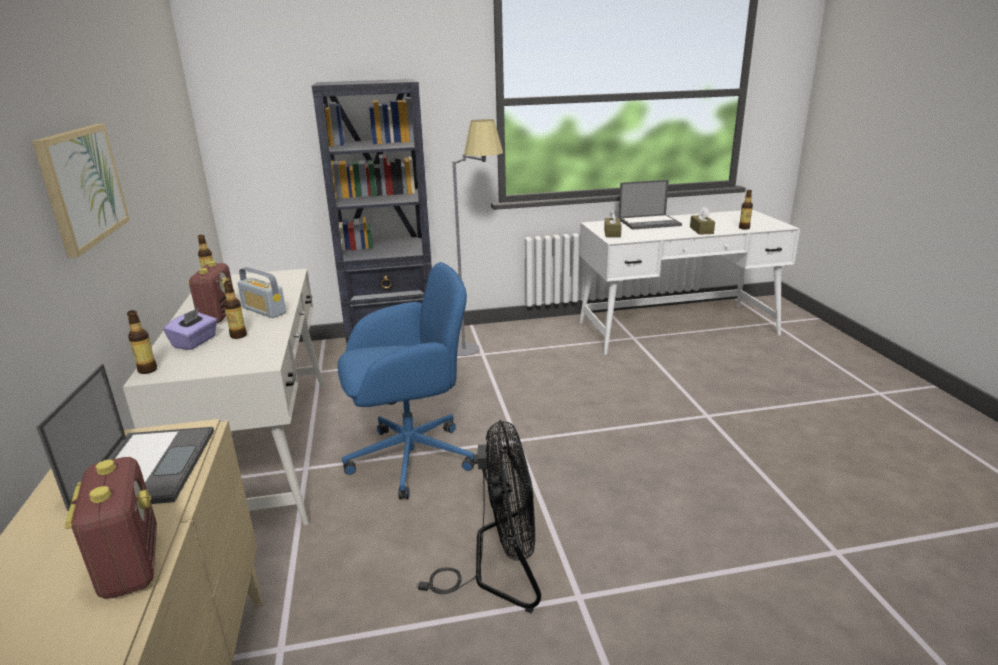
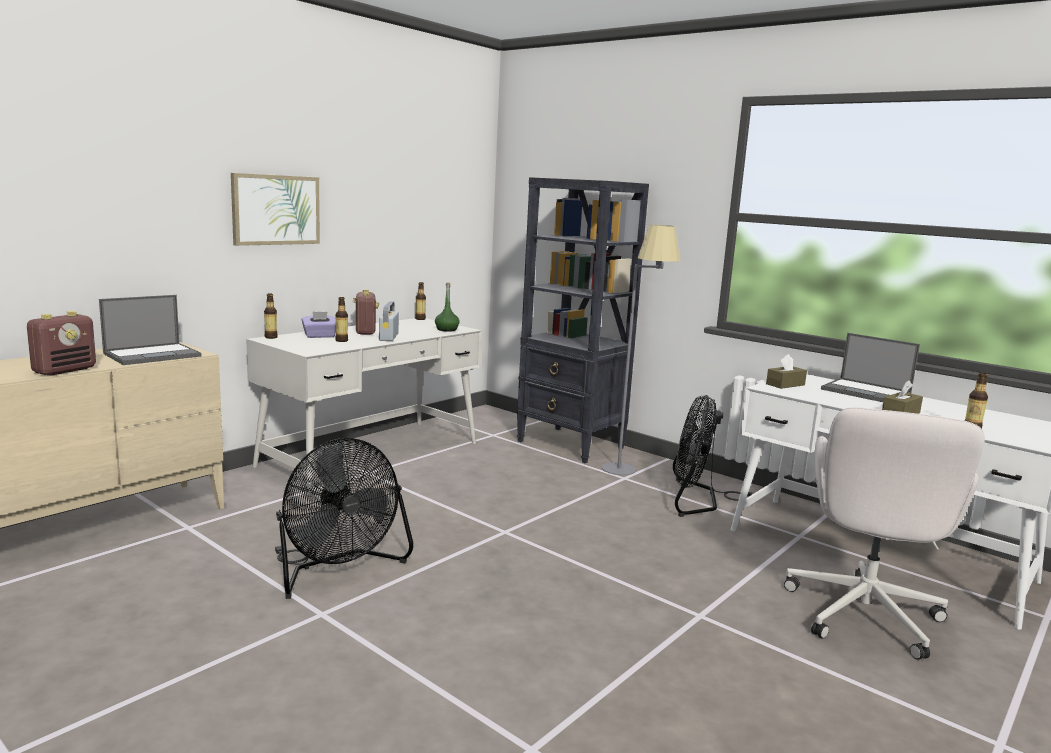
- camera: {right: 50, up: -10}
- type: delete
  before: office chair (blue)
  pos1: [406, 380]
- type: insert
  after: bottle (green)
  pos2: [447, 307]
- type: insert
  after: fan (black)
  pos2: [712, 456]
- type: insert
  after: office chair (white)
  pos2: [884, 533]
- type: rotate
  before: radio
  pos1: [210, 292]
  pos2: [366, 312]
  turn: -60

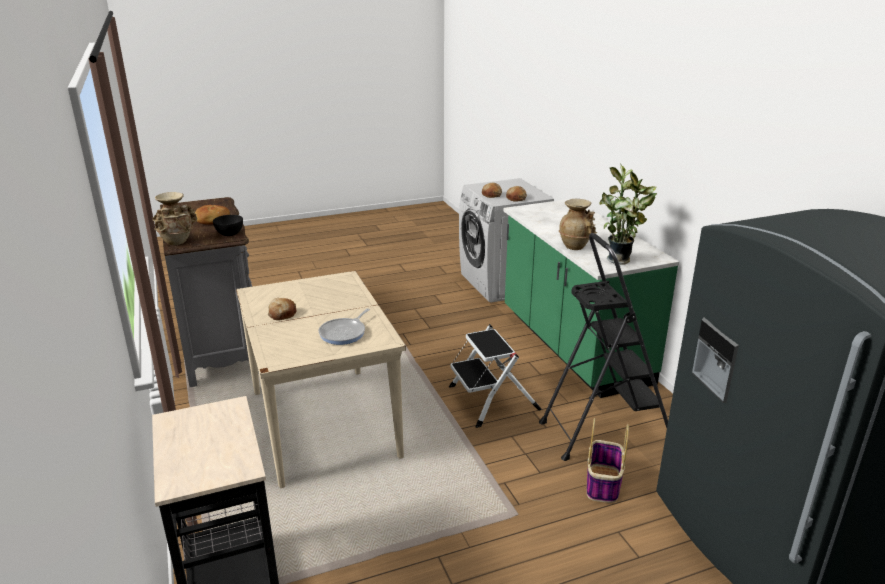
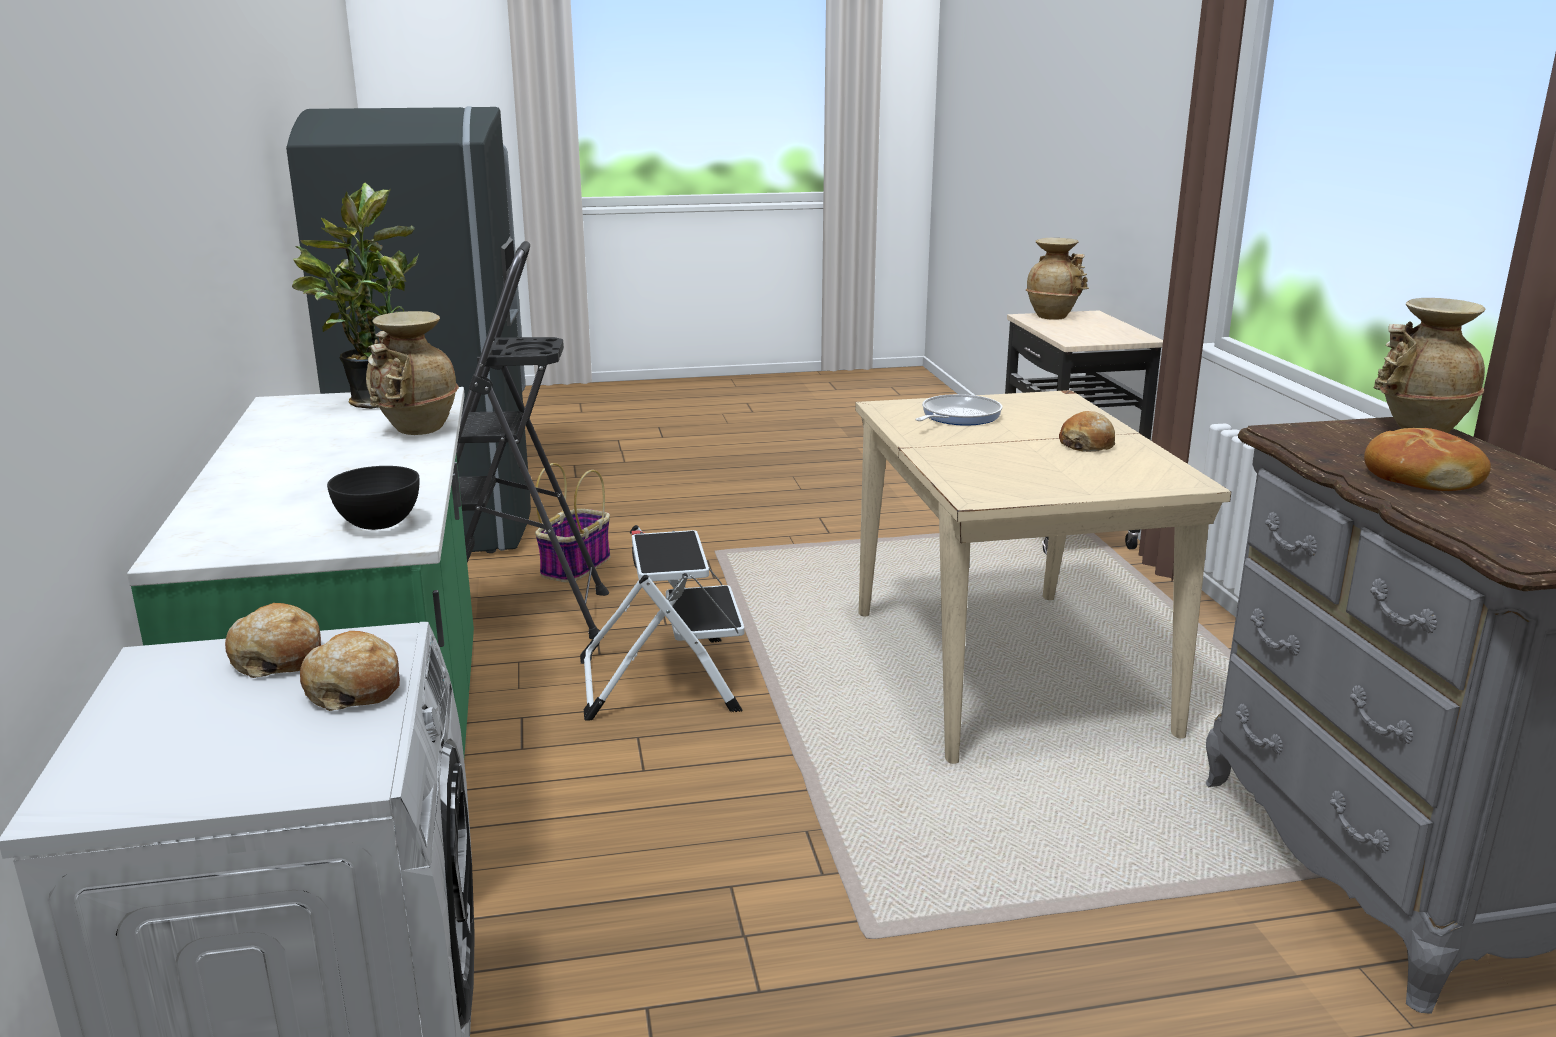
- camera: {right: -170, up: -5}
- type: insert
  after: vase (beige)
  pos2: [1057, 279]
- type: move
  before: bowl (black)
  pos1: [228, 225]
  pos2: [373, 498]

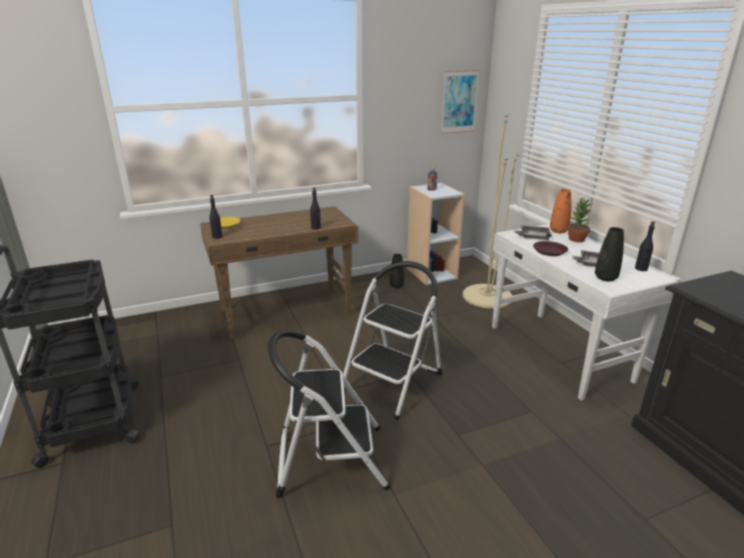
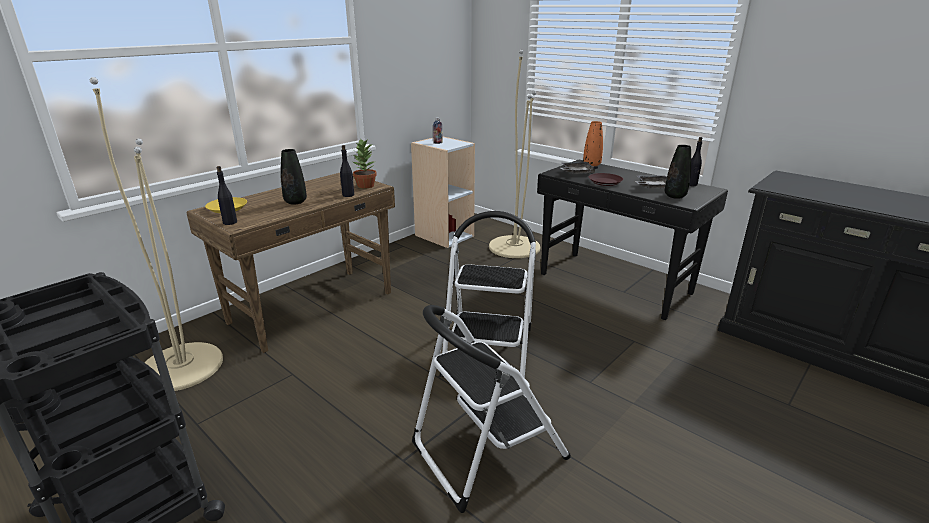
- camera: {right: -25, up: 0}
- type: delete
  before: picture
  pos1: [460, 102]
- type: insert
  after: floor lamp (beige)
  pos2: [156, 234]
- type: move
  before: vase (black)
  pos1: [397, 271]
  pos2: [294, 177]
- type: move
  before: potted plant
  pos1: [580, 219]
  pos2: [365, 164]
- type: recolor
  before: console table (white)
  after: console table (black)
  pos1: [585, 312]
  pos2: [632, 240]

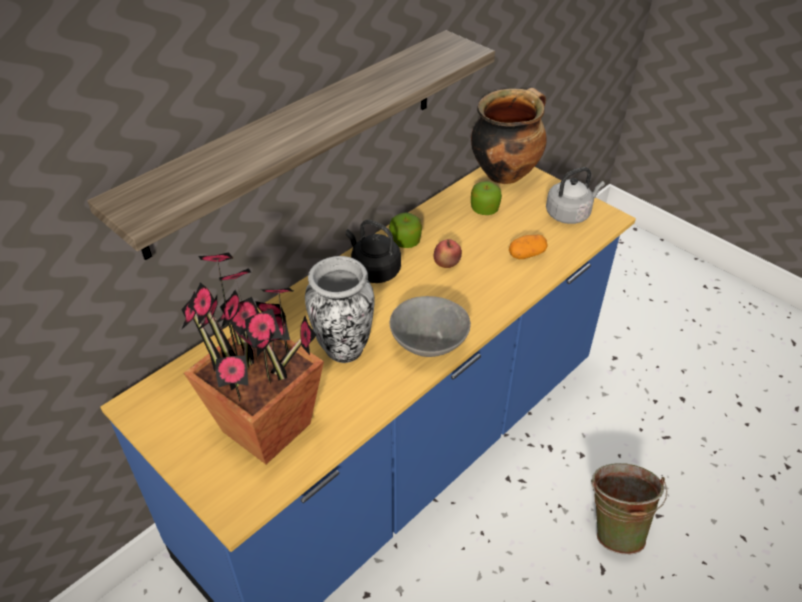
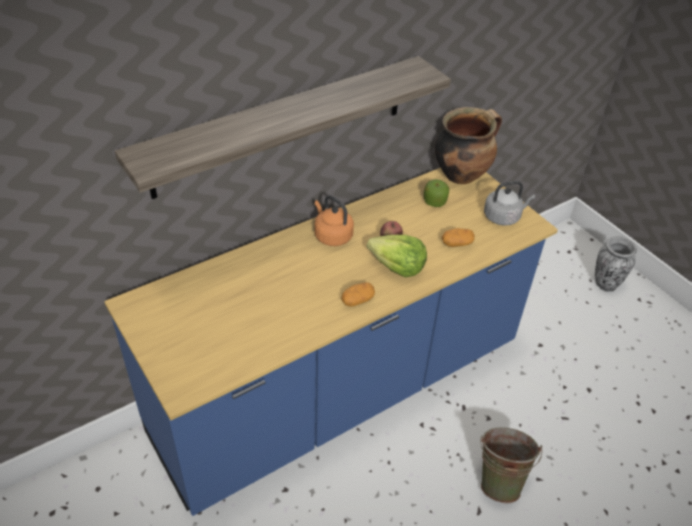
- camera: {right: 10, up: 0}
- type: delete
  before: potted plant
  pos1: [252, 358]
- type: delete
  before: apple
  pos1: [405, 230]
- type: insert
  after: lettuce
  pos2: [397, 256]
- type: move
  before: vase
  pos1: [340, 309]
  pos2: [616, 264]
- type: replace
  before: bowl (grey)
  after: potato
  pos1: [430, 326]
  pos2: [358, 294]
- type: recolor
  before: kettle (black)
  after: kettle (orange)
  pos1: [373, 251]
  pos2: [334, 220]

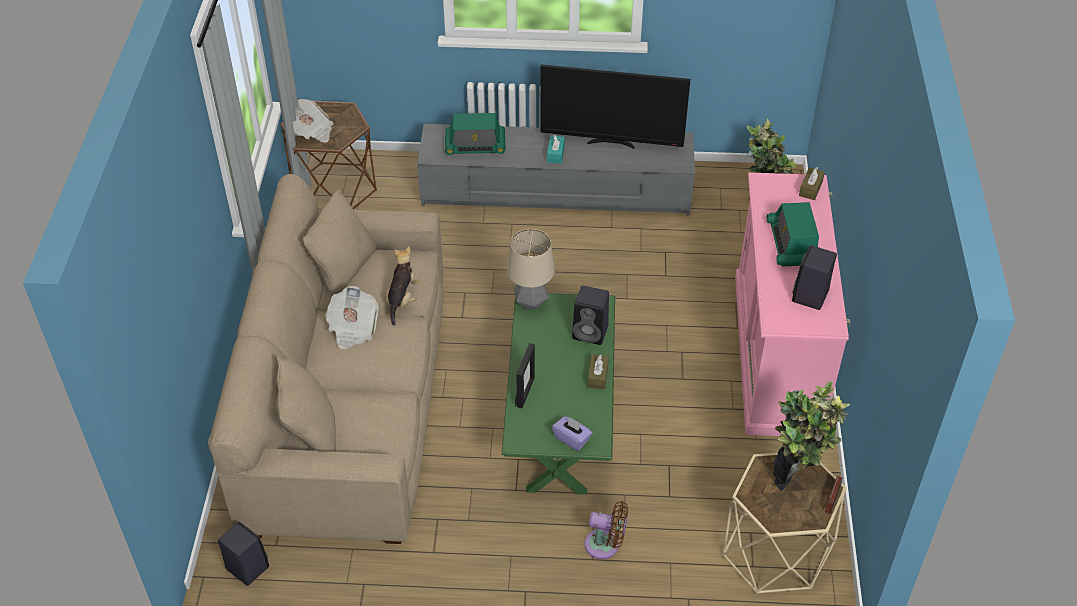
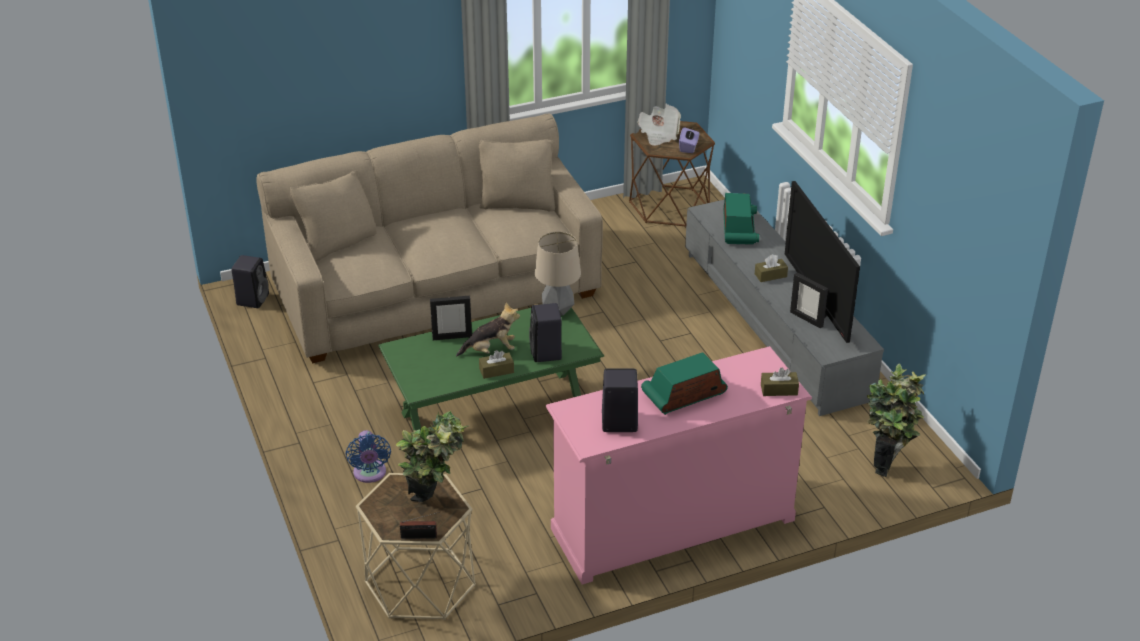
- camera: {right: 65, up: -10}
- type: delete
  before: newspaper
  pos1: [352, 317]
- type: insert
  after: picture frame
  pos2: [809, 301]
- type: move
  before: plush toy
  pos1: [403, 286]
  pos2: [488, 329]
- type: move
  before: tissue box (purple)
  pos1: [572, 433]
  pos2: [689, 140]
- type: recolor
  before: tissue box (turquoise)
  after: tissue box (brown)
  pos1: [556, 149]
  pos2: [771, 268]
- type: recolor
  before: fan (brown)
  after: fan (blue)
  pos1: [606, 530]
  pos2: [368, 456]
- type: rotate
  before: radio
  pos1: [475, 134]
  pos2: [741, 219]
  turn: -150

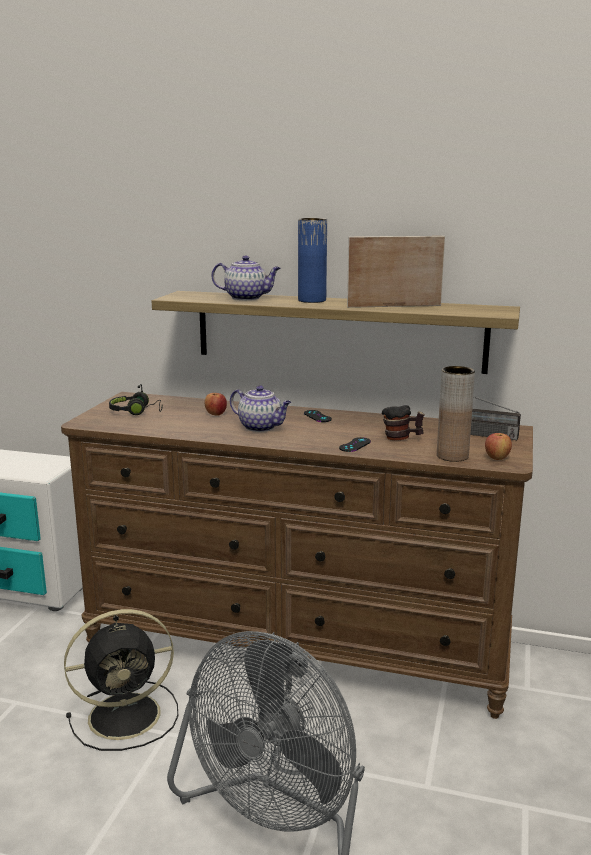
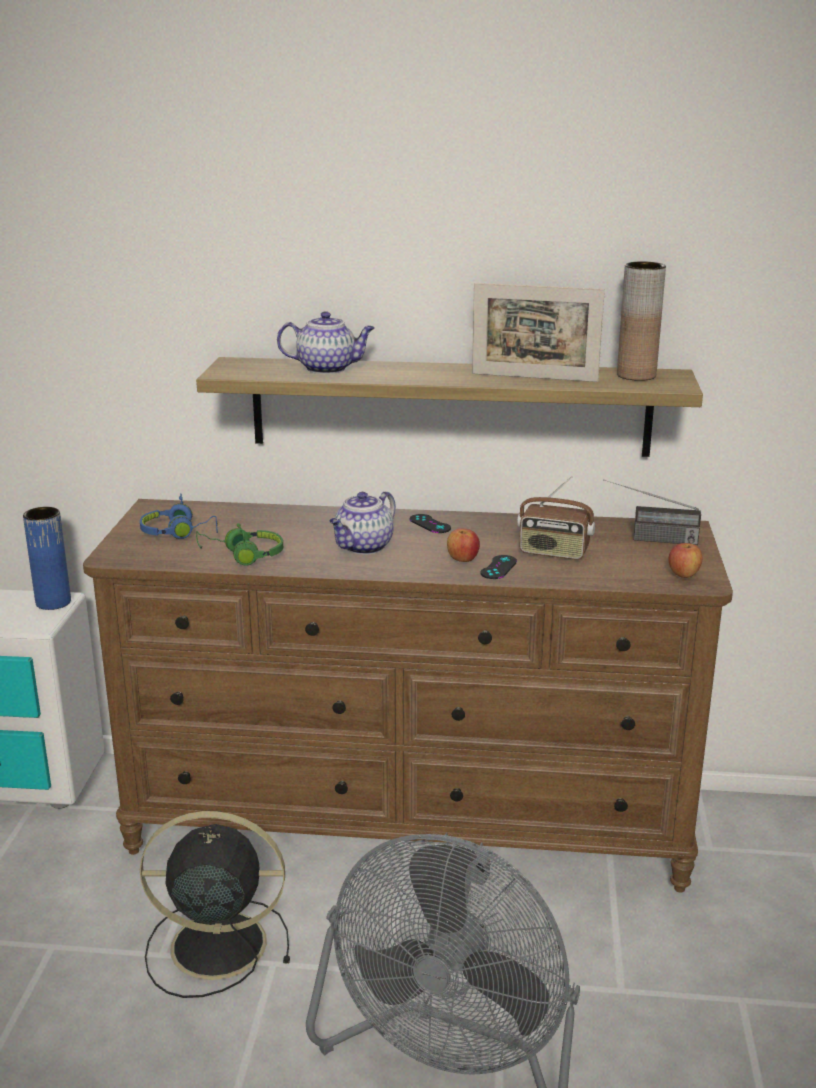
- camera: {right: -10, up: 5}
- type: insert
  after: headphones (green)
  pos2: [239, 544]
- type: move
  before: apple
  pos1: [216, 404]
  pos2: [463, 545]
- type: move
  before: vase (blue)
  pos1: [312, 260]
  pos2: [47, 558]
- type: move
  before: vase (brown)
  pos1: [456, 414]
  pos2: [641, 321]
- type: replace
  before: mug
  after: radio
  pos1: [403, 422]
  pos2: [556, 518]
- type: recolor
  before: headphones (black)
  after: headphones (blue)
  pos1: [136, 399]
  pos2: [179, 516]
- type: rotate
  before: fan (black)
  pos1: [121, 680]
  pos2: [215, 904]
  turn: -150
- type: rotate
  before: teapot
  pos1: [261, 408]
  pos2: [362, 522]
  turn: 105
- type: rotate
  before: picture frame
  pos1: [396, 272]
  pos2: [538, 332]
  turn: -150

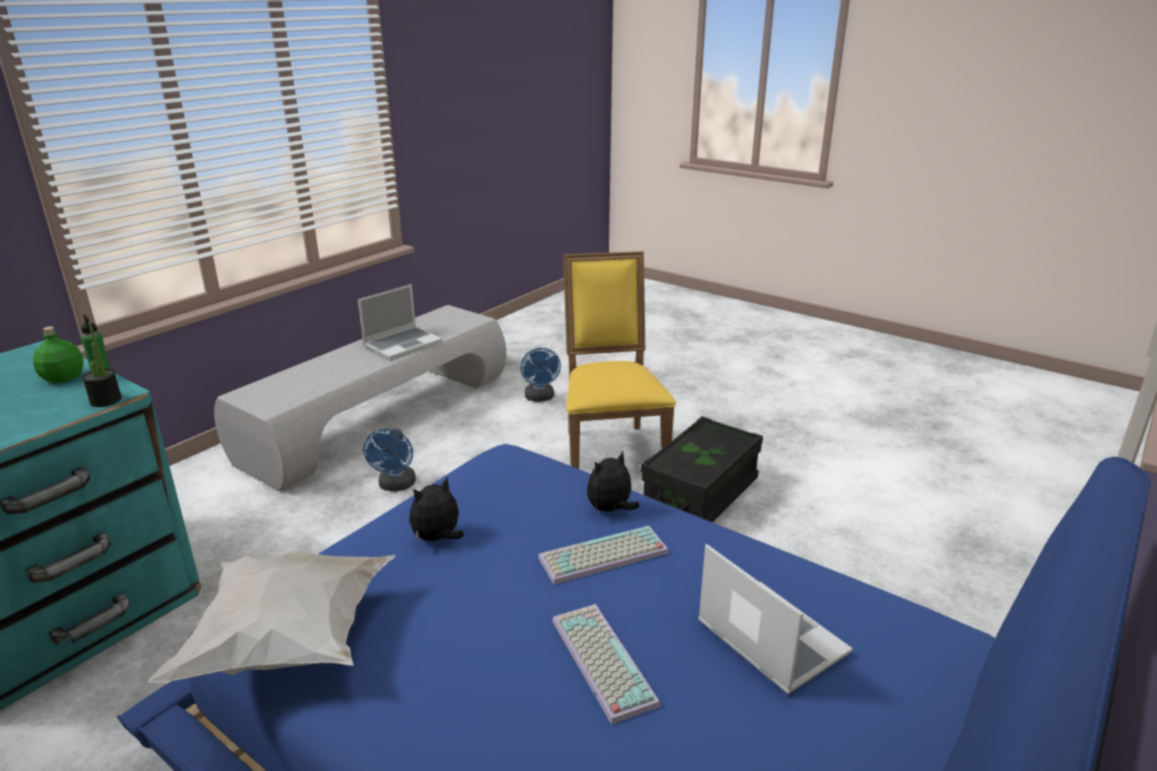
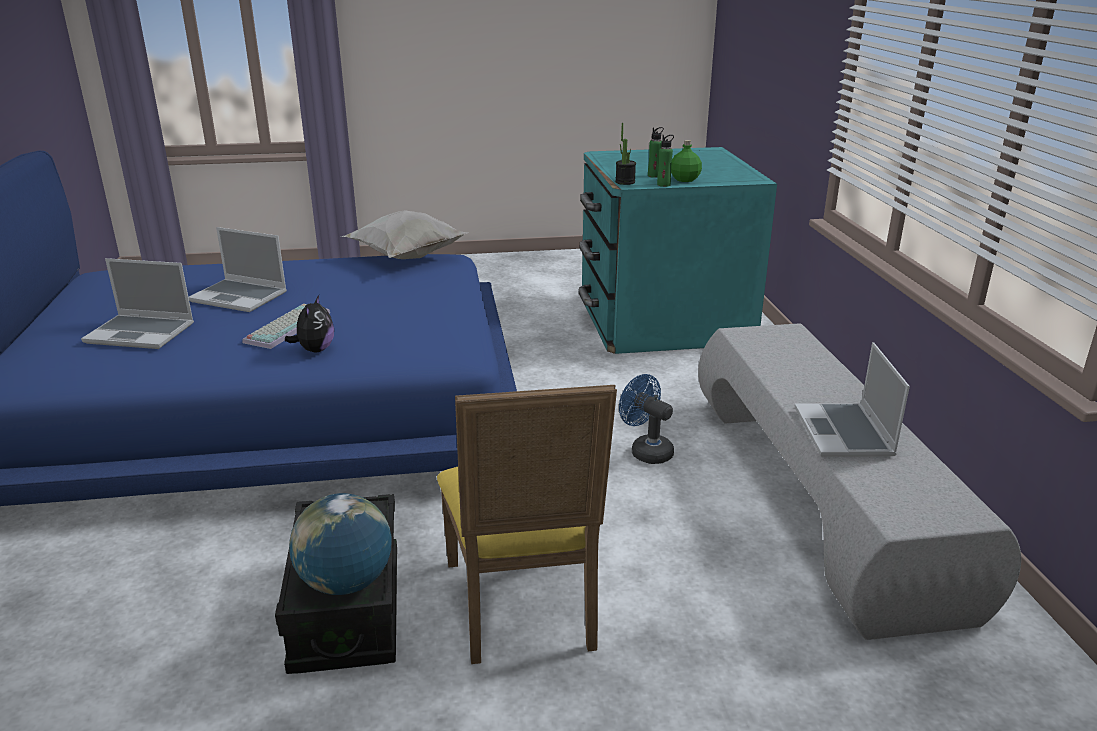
- camera: {right: 135, up: 0}
- type: delete
  before: plush toy
  pos1: [436, 509]
- type: delete
  before: fan (blue)
  pos1: [540, 375]
- type: insert
  after: globe
  pos2: [340, 544]
- type: insert
  after: bottle (green)
  pos2: [656, 152]
- type: replace
  before: keyboard
  after: laptop
  pos1: [606, 664]
  pos2: [238, 269]
- type: rotate
  before: chair (yellow)
  pos1: [619, 360]
  pos2: [527, 524]
  turn: 45

